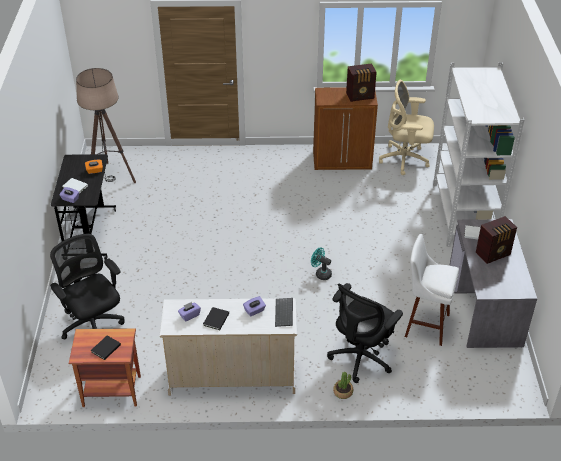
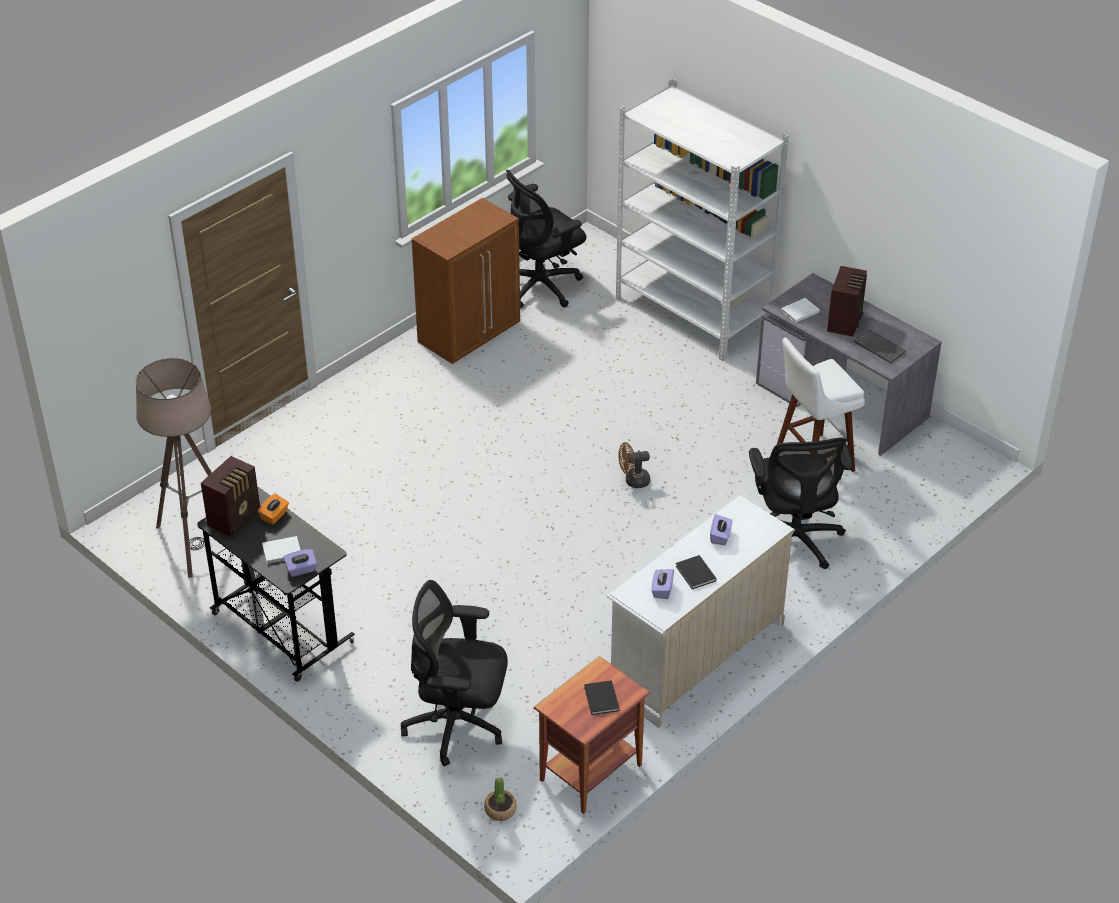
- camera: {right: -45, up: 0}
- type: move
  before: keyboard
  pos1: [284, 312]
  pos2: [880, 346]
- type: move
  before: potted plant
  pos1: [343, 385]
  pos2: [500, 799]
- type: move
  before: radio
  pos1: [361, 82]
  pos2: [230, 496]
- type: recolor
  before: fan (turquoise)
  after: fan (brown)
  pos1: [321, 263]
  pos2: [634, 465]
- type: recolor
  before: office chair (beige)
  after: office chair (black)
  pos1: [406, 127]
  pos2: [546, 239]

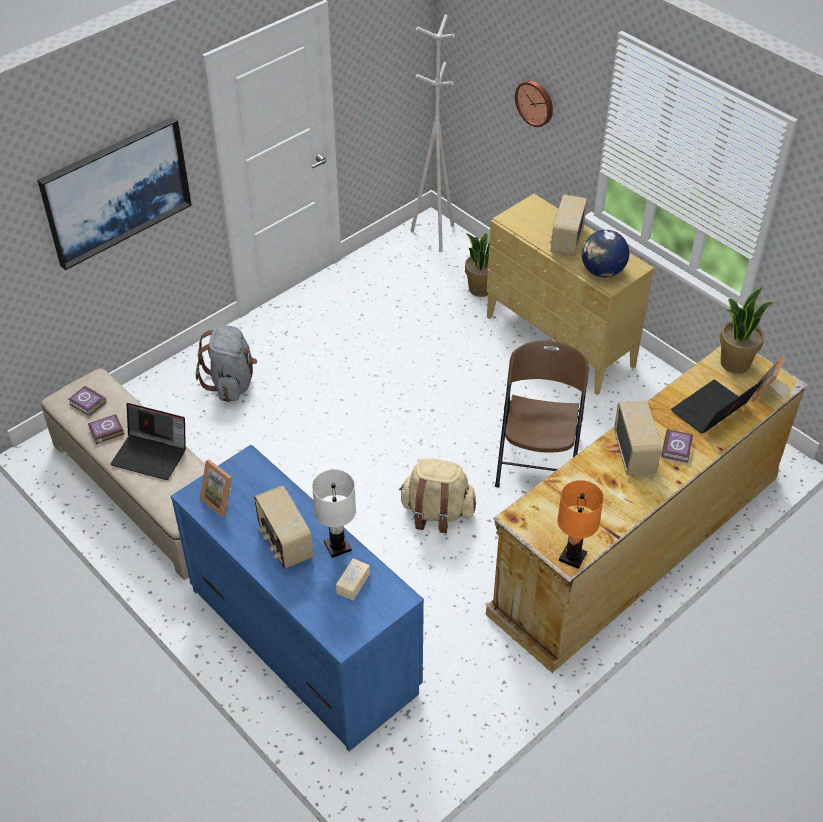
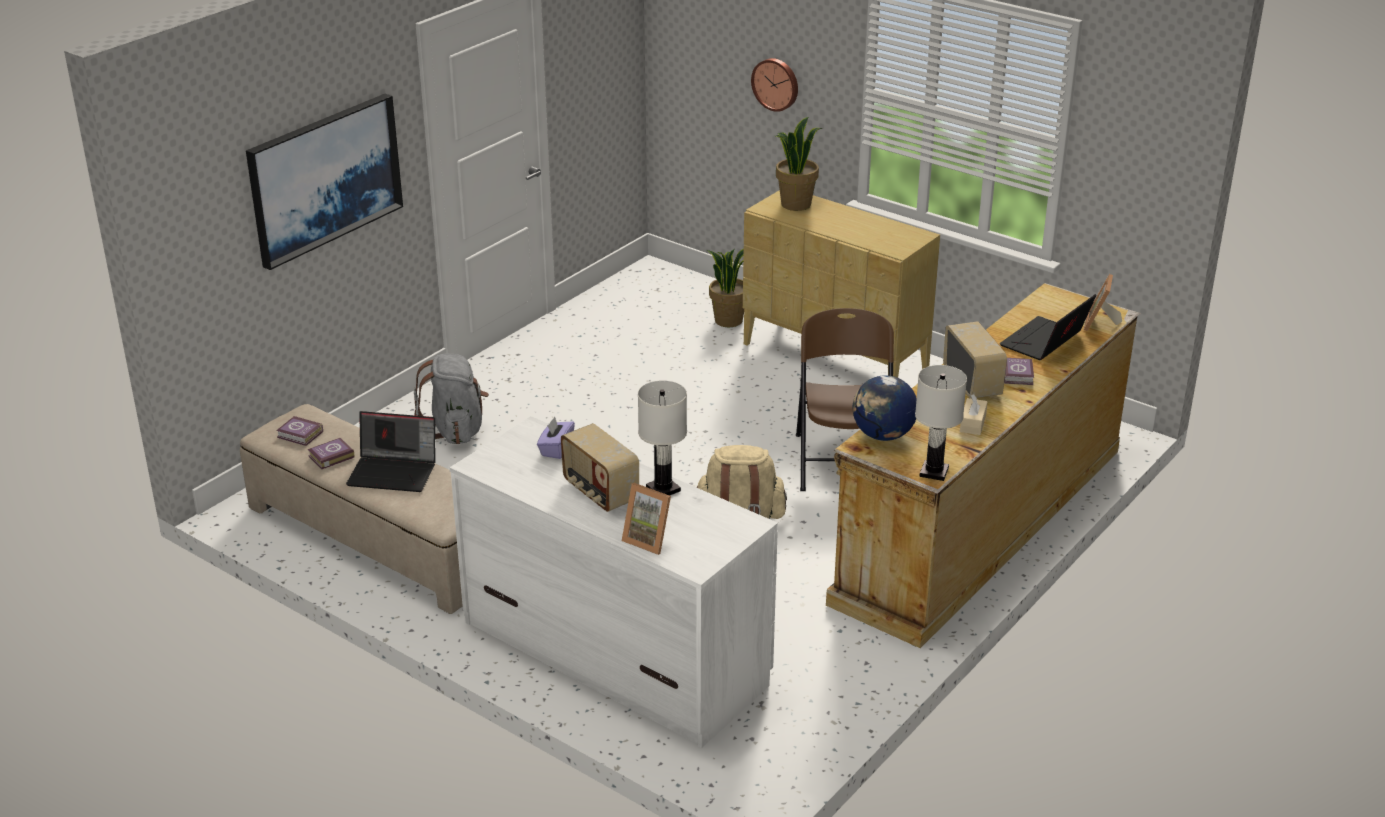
- camera: {right: -10, up: -15}
- type: delete
  before: clothes rack (grey)
  pos1: [432, 133]
- type: delete
  before: radio
  pos1: [568, 225]
- type: insert
  after: tissue box (purple)
  pos2: [556, 438]
- type: move
  before: picture frame
  pos1: [216, 488]
  pos2: [646, 519]
- type: move
  before: tissue box (beige)
  pos1: [353, 579]
  pos2: [974, 414]
- type: move
  before: globe
  pos1: [605, 253]
  pos2: [885, 408]
- type: move
  before: potted plant
  pos1: [747, 330]
  pos2: [799, 164]
- type: recolor
  before: dresser (blue)
  after: dresser (white)
  pos1: [297, 598]
  pos2: [614, 582]
- type: recolor
  before: table lamp (orange)
  after: table lamp (white)
  pos1: [580, 524]
  pos2: [941, 423]

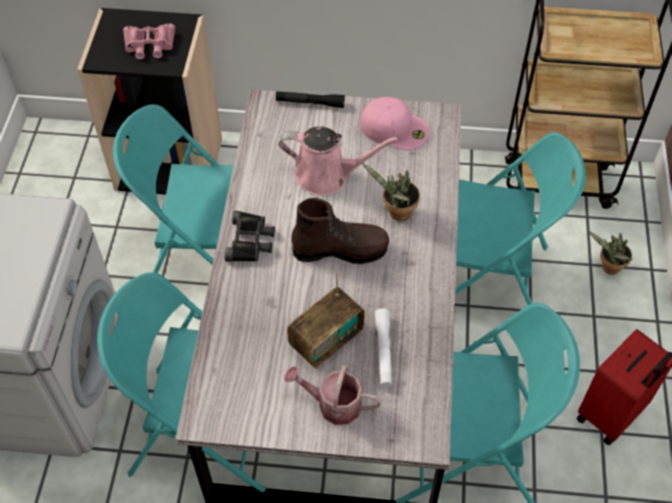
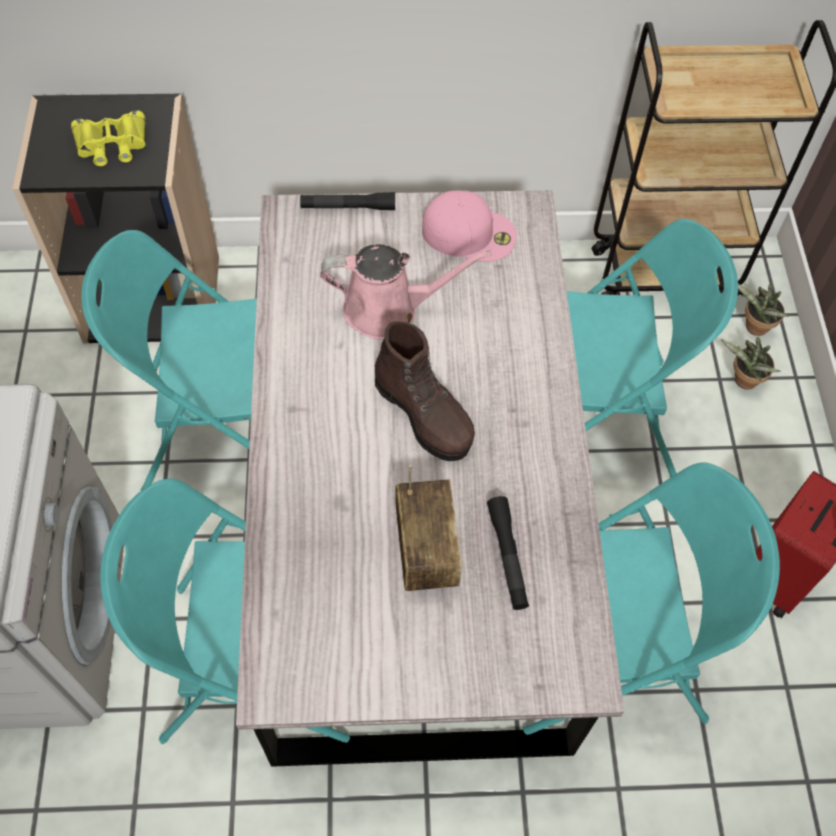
- camera: {right: -10, up: 5}
- type: delete
  before: binoculars (black)
  pos1: [250, 236]
- type: delete
  before: watering can
  pos1: [332, 395]
- type: move
  before: potted plant
  pos1: [390, 191]
  pos2: [763, 310]
- type: recolor
  before: binoculars (pink)
  after: binoculars (yellow)
  pos1: [149, 41]
  pos2: [108, 138]
- type: recolor
  before: flashlight (white)
  after: flashlight (black)
  pos1: [383, 348]
  pos2: [508, 553]
- type: rotate
  before: radio
  pos1: [326, 320]
  pos2: [428, 528]
  turn: -45
- type: rotate
  before: boot (brown)
  pos1: [340, 231]
  pos2: [425, 391]
  turn: 60

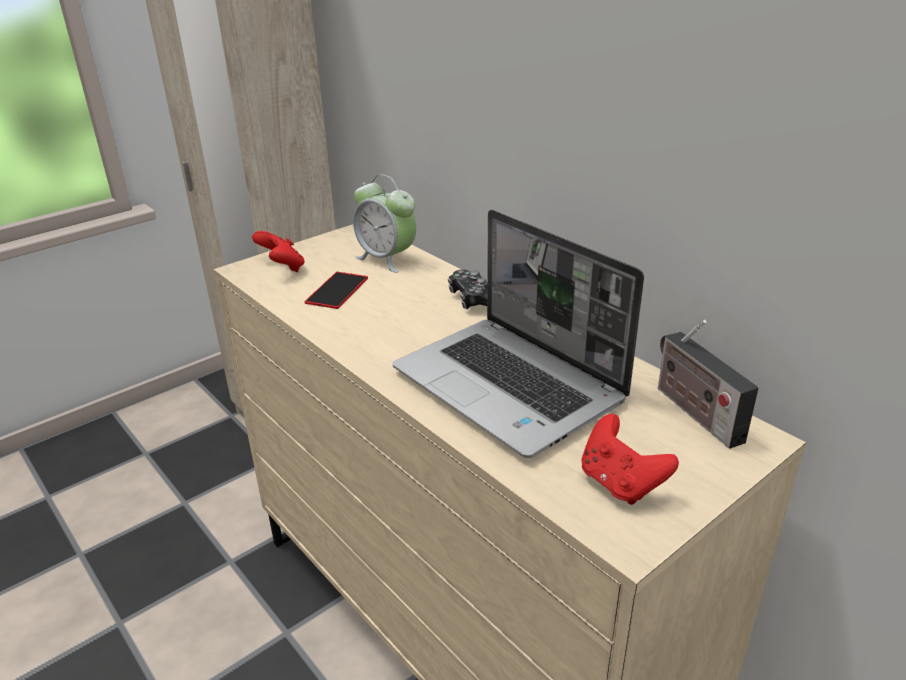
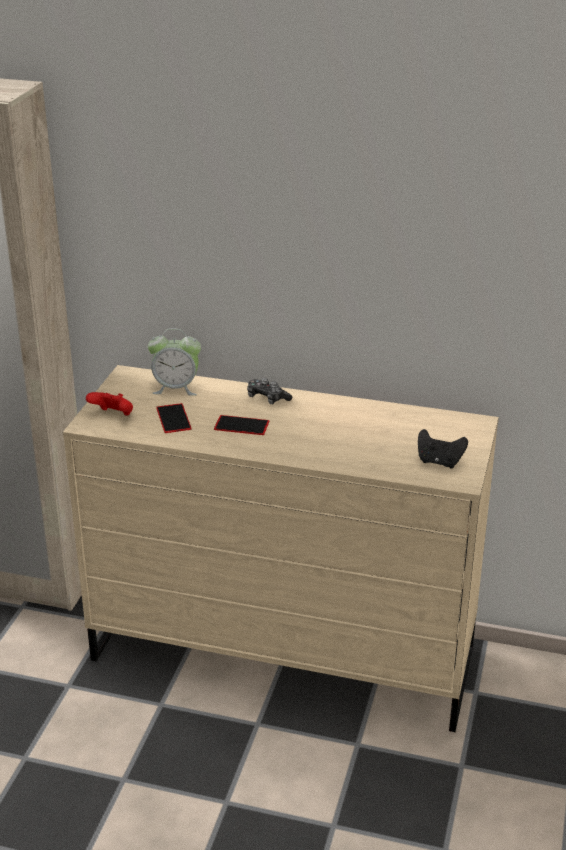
- camera: {right: -35, up: 0}
- type: delete
  before: laptop
  pos1: [518, 333]
- type: delete
  before: radio
  pos1: [708, 384]
- type: insert
  after: phone
  pos2: [241, 425]
- type: recolor
  before: game controller (red)
  after: game controller (black)
  pos1: [630, 459]
  pos2: [443, 449]

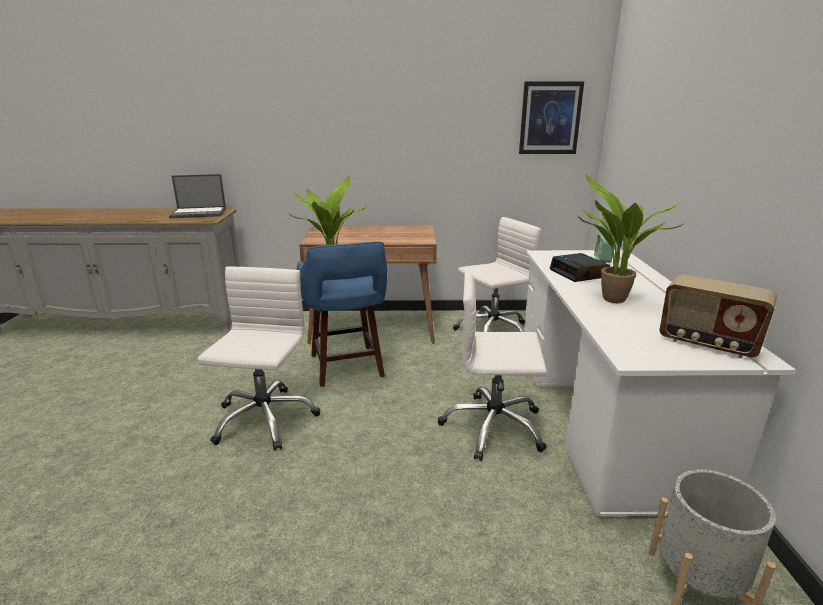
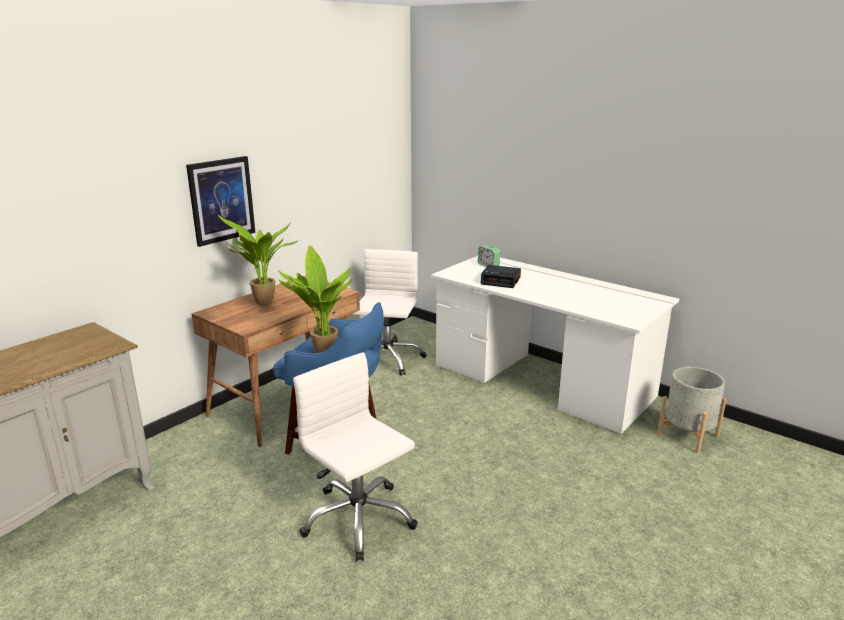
- camera: {right: -50, up: 0}
- type: delete
  before: laptop
  pos1: [197, 196]
- type: delete
  before: office chair (white)
  pos1: [492, 365]
- type: delete
  before: radio
  pos1: [718, 316]
- type: move
  before: picture
  pos1: [551, 118]
  pos2: [220, 201]
- type: move
  before: potted plant
  pos1: [630, 238]
  pos2: [259, 260]

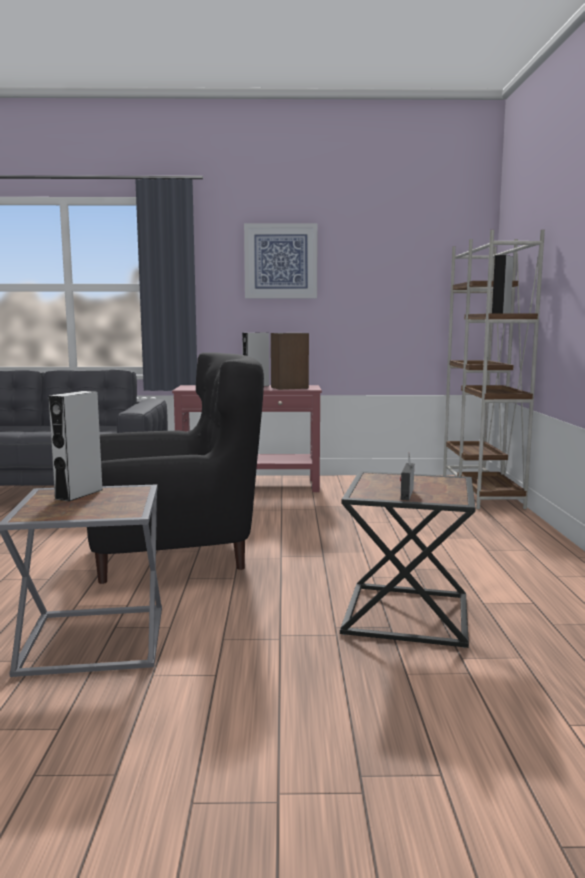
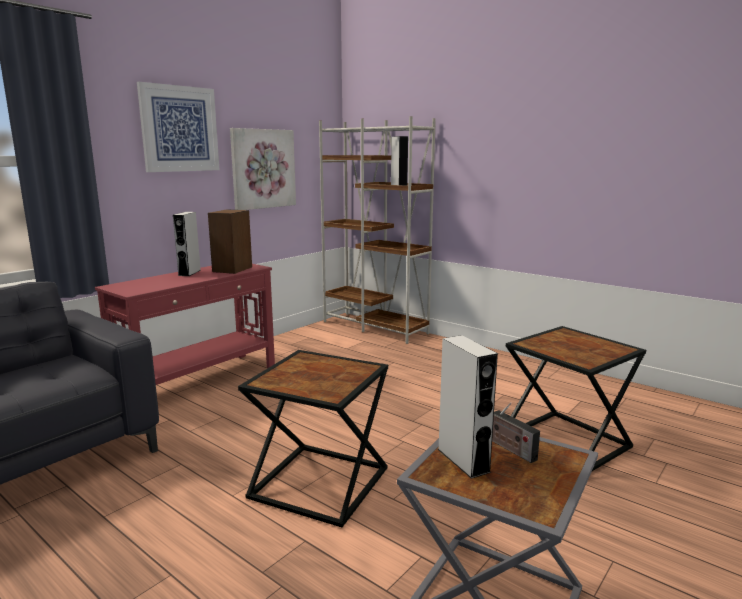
- camera: {right: -50, up: 5}
- type: insert
  after: picture
  pos2: [263, 169]
- type: move
  before: radio
  pos1: [407, 476]
  pos2: [516, 432]
- type: replace
  before: armchair (black)
  after: side table (black)
  pos1: [175, 468]
  pos2: [313, 438]

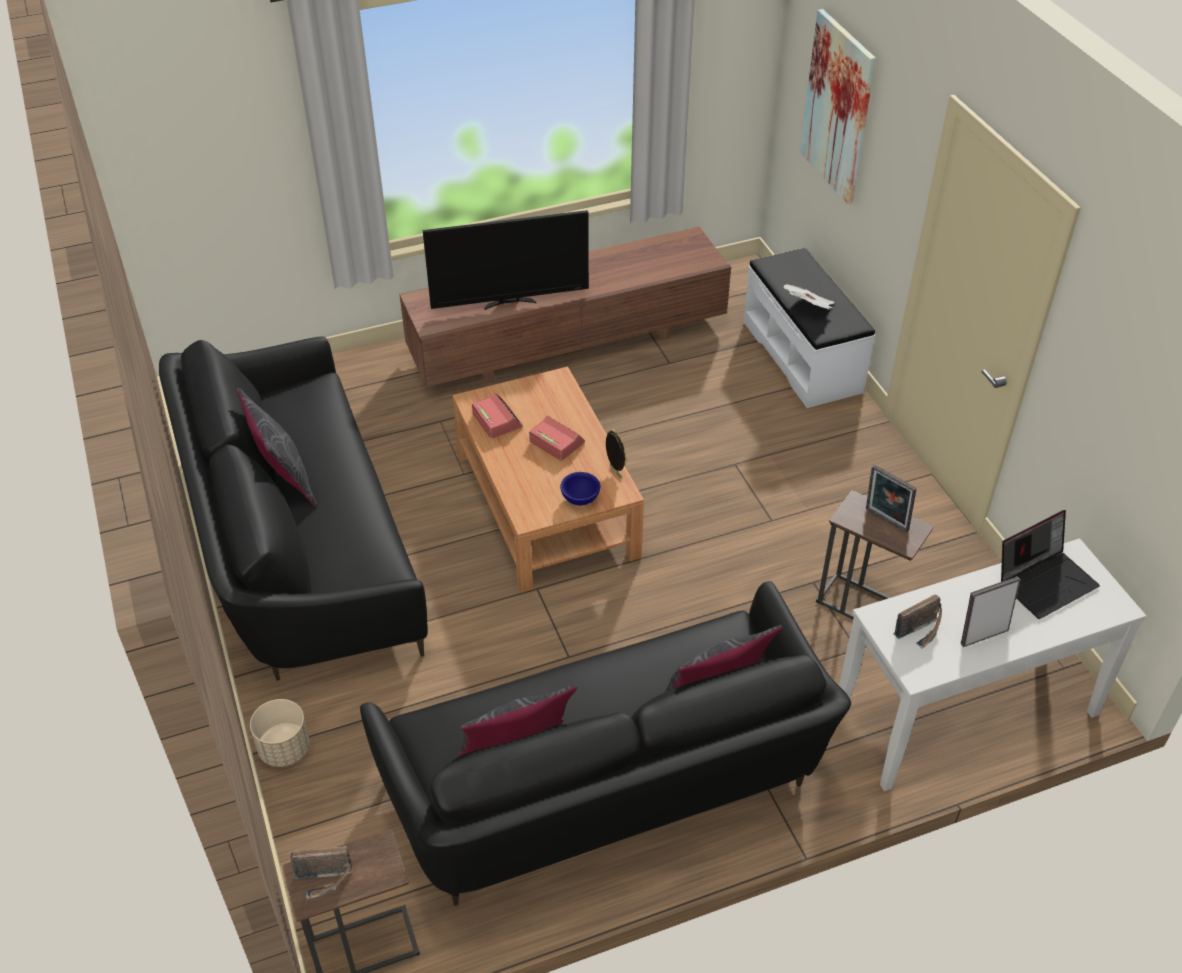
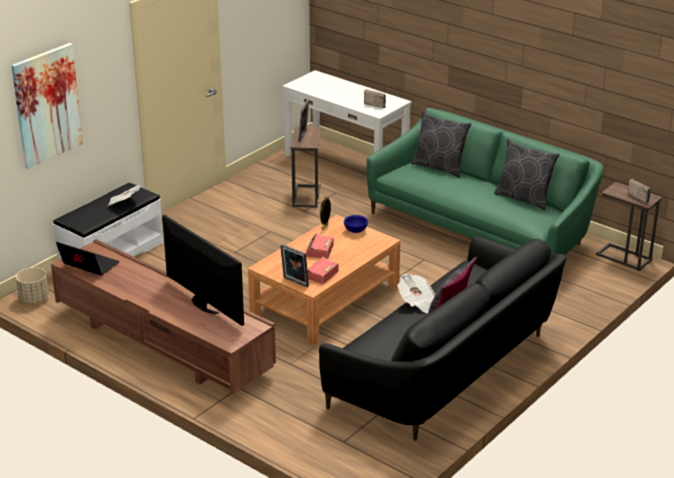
- camera: {right: -120, up: -15}
- type: insert
  after: newspaper
  pos2: [416, 293]
- type: move
  before: planter (beige)
  pos1: [280, 733]
  pos2: [32, 285]
- type: move
  before: picture frame
  pos1: [990, 611]
  pos2: [294, 265]
- type: move
  before: laptop
  pos1: [1050, 564]
  pos2: [88, 259]
- type: recolor
  before: sofa (black)
  after: sofa (green)
  pos1: [605, 743]
  pos2: [485, 181]

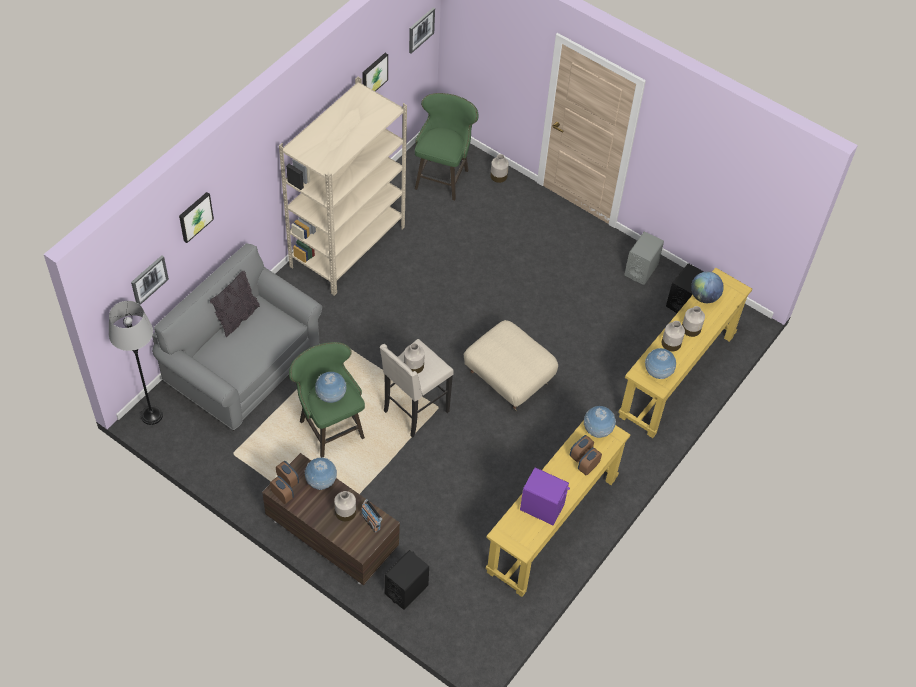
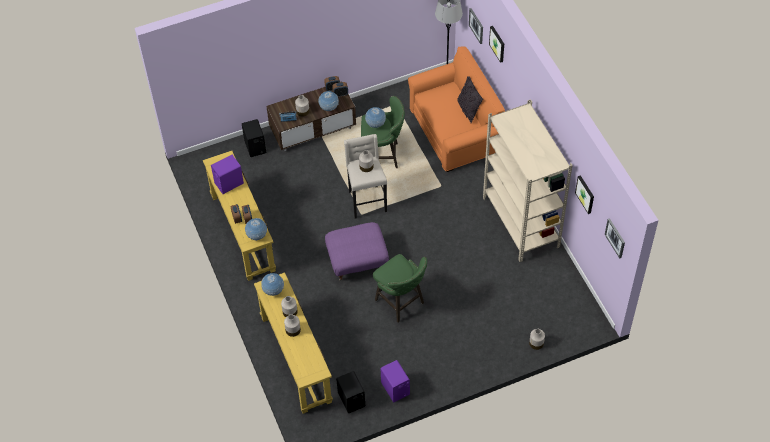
- camera: {right: 125, up: 0}
- type: delete
  before: globe
  pos1: [707, 287]
- type: move
  before: stool (green)
  pos1: [446, 147]
  pos2: [400, 288]
- type: recolor
  before: sofa (grey)
  after: sofa (orange)
  pos1: [237, 336]
  pos2: [456, 109]
- type: recolor
  before: ottoman (beige)
  after: ottoman (purple)
  pos1: [511, 365]
  pos2: [357, 251]
- type: recolor
  before: speaker (grey)
  after: speaker (purple)
  pos1: [644, 258]
  pos2: [395, 381]

